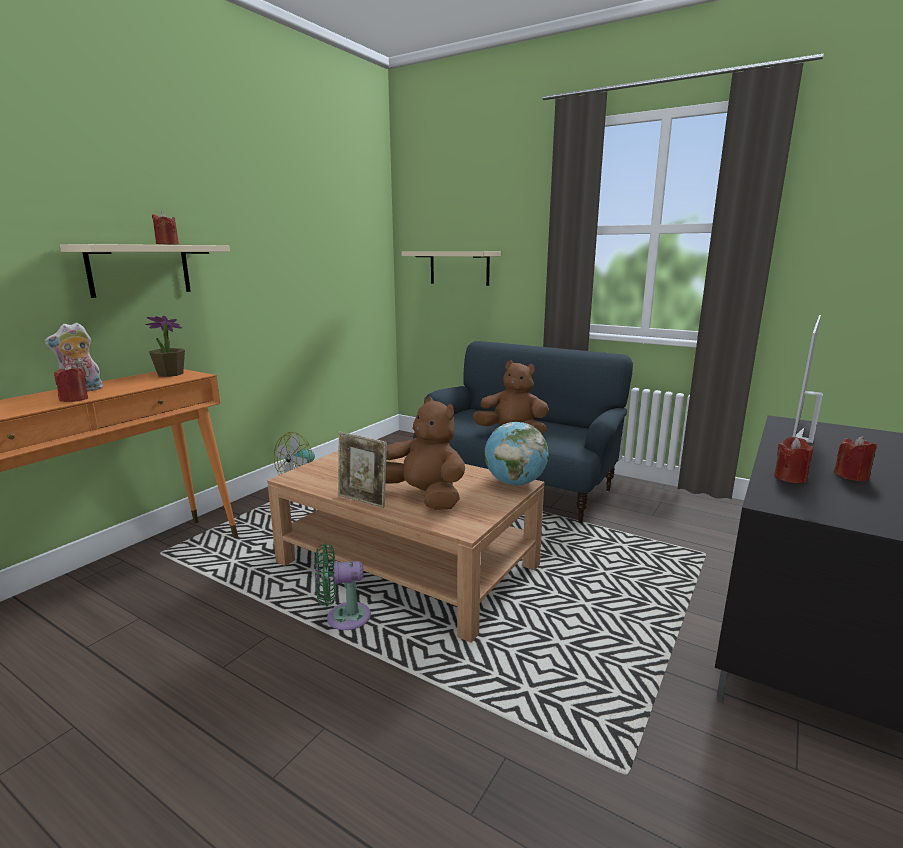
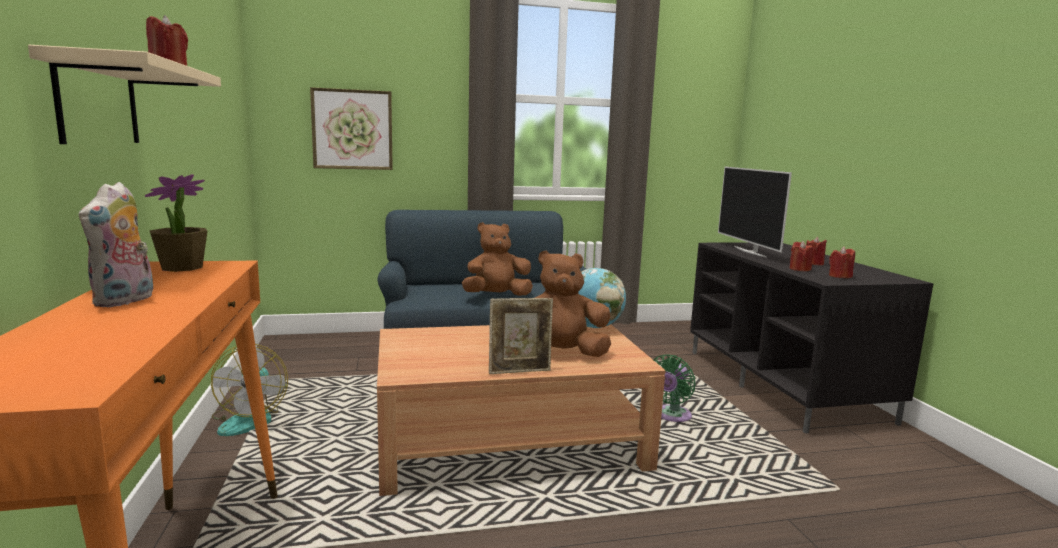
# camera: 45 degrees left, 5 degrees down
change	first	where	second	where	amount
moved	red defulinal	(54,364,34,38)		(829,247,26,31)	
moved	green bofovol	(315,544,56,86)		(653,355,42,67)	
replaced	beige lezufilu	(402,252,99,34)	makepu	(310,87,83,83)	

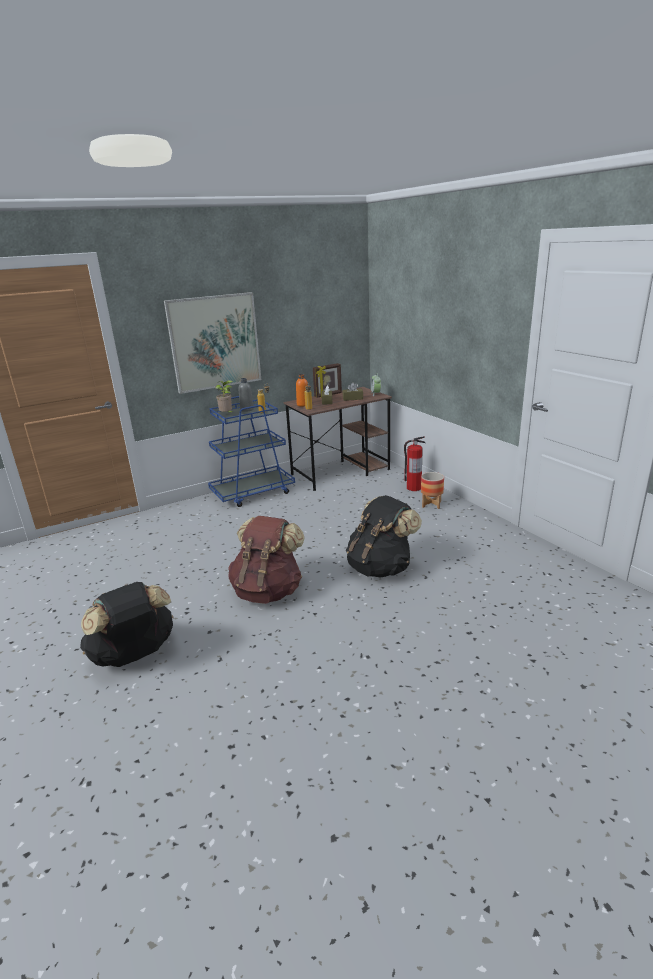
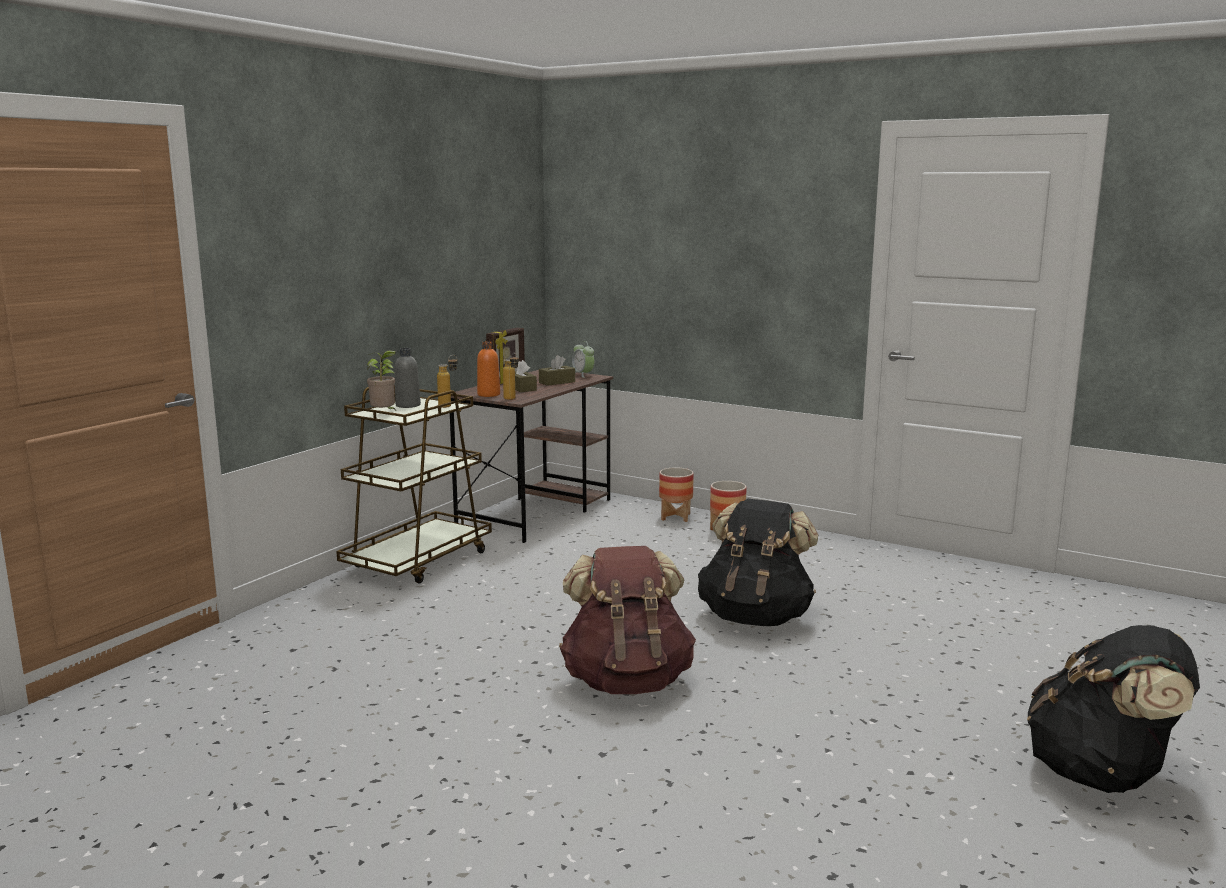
# camera: 30 degrees left, 10 degrees down
change	first	where	second	where	amount
removed	makepu	(164,292,97,102)			
moved	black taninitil	(80,582,94,85)		(1027,625,173,168)	
replaced	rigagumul	(404,436,21,55)	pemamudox	(659,467,35,55)	
recoloured	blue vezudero	(208,396,87,111)	brown vezudero	(336,385,156,199)	

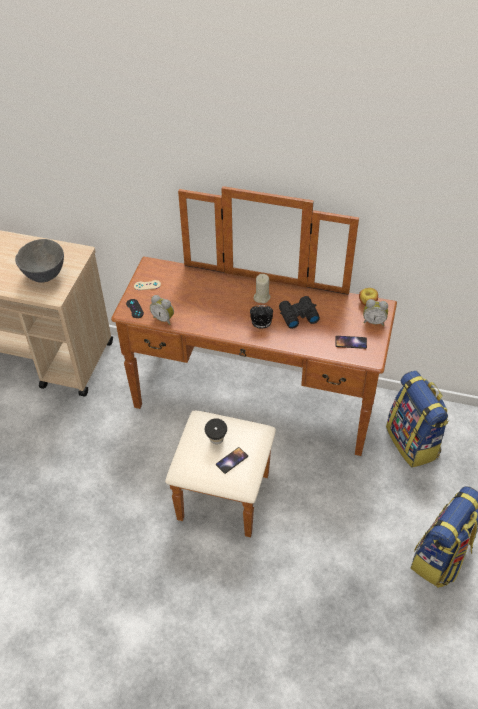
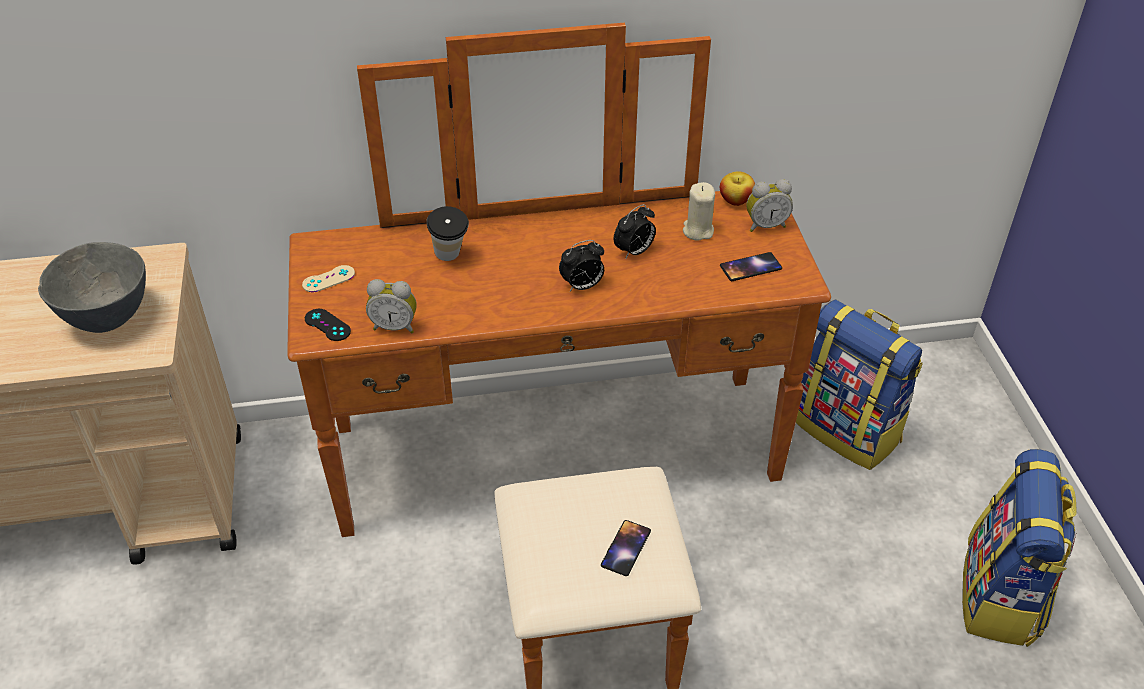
# camera: 25 degrees left, 5 degrees down
change	first	where	second	where	amount
moved	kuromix	(205,418,22,26)		(426,206,43,55)	
moved	beige defulinal	(254,274,17,29)		(683,182,32,59)	
replaced	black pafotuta	(279,296,41,33)	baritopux	(614,204,42,54)	

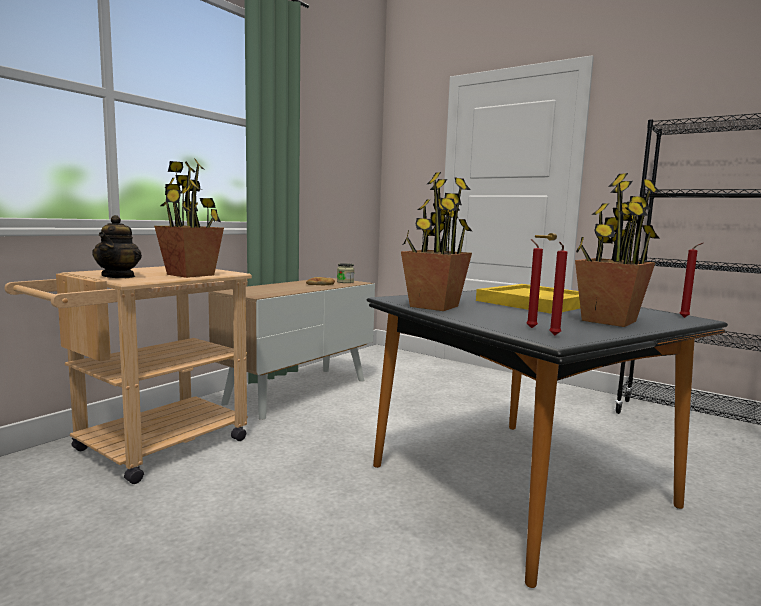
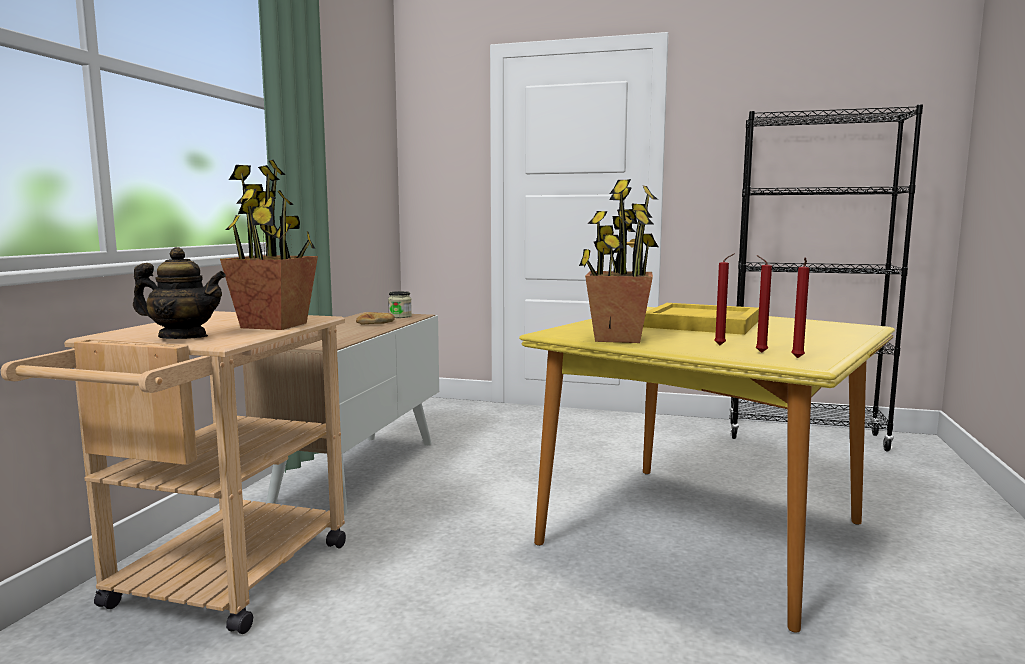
# camera: 20 degrees left, 0 degrees up
change	first	where	second	where	amount
removed	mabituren	(575,173,86,154)			
moved	red defulinal	(680,243,23,75)		(714,253,21,92)	
recoloured	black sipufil	(367,290,361,298)	yellow sipufil	(519,307,376,326)	
turned	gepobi	(92,215,50,63)		(133,247,93,92)	60 degrees counterclockwise

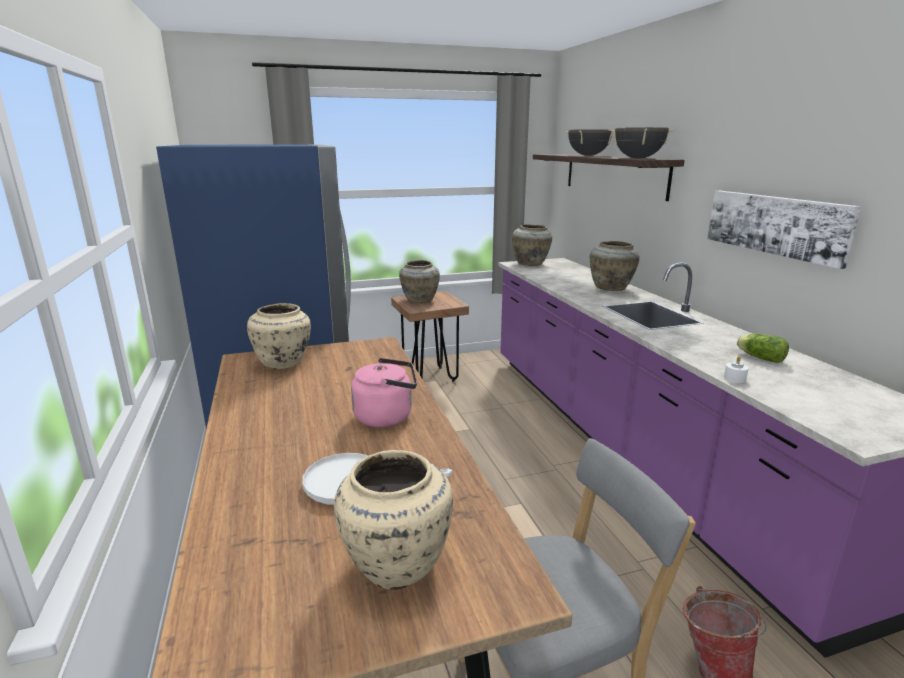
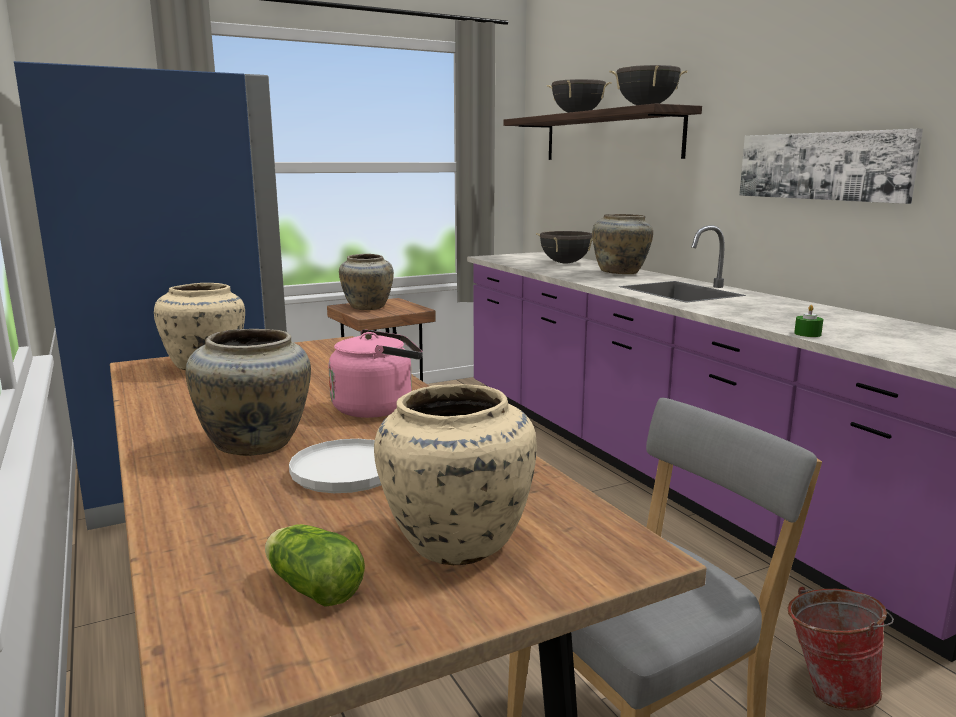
# camera: 10 degrees left, 5 degrees down
change	first	where	second	where	amount
added			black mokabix	(536,231,57,32)	
moved	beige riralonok	(512,224,40,42)		(186,329,125,127)	
moved	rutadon	(737,333,52,30)		(265,524,100,83)	
recoloured	white defulinal	(724,356,25,27)	green defulinal	(794,305,29,32)	

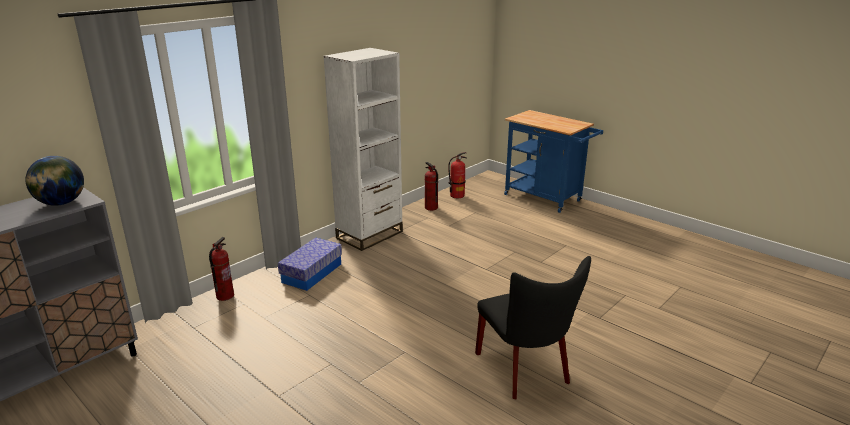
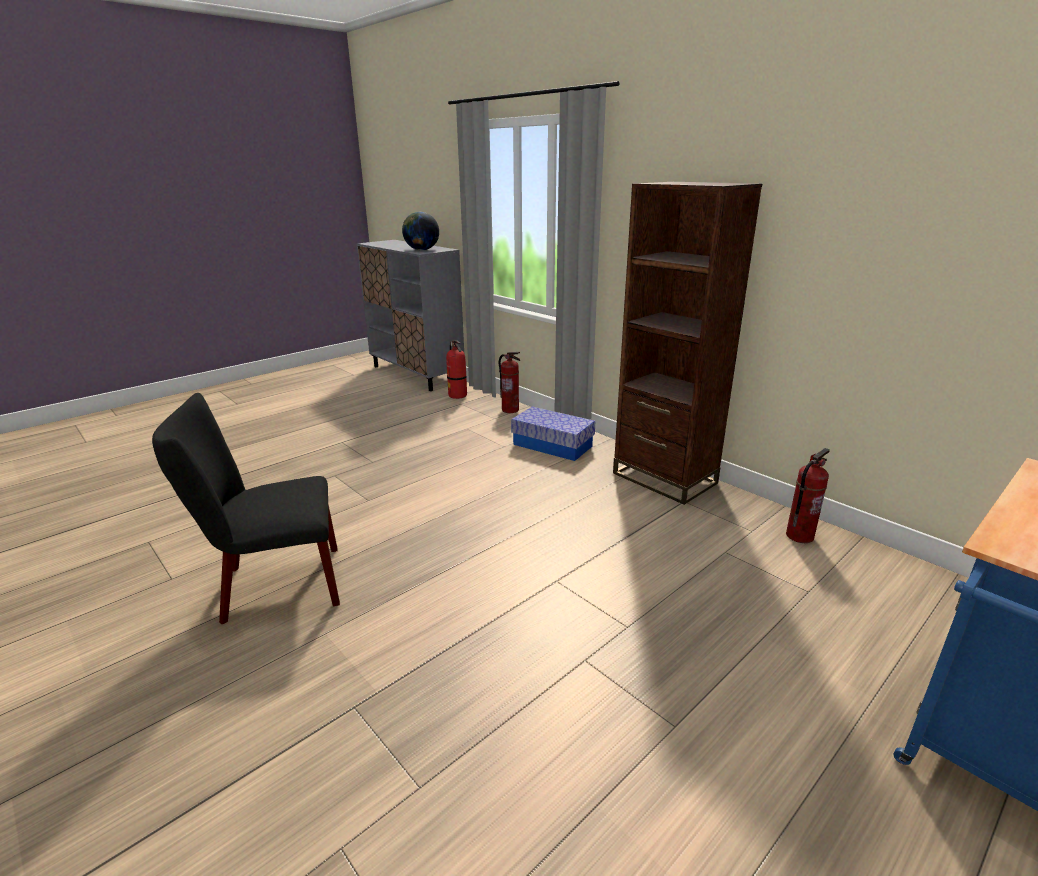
# camera: 95 degrees right, 0 degrees up
change	first	where	second	where	amount
moved	rigagumul	(448,152,19,46)		(446,341,21,58)	
recoloured	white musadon	(323,48,80,203)	brown musadon	(613,182,149,323)	

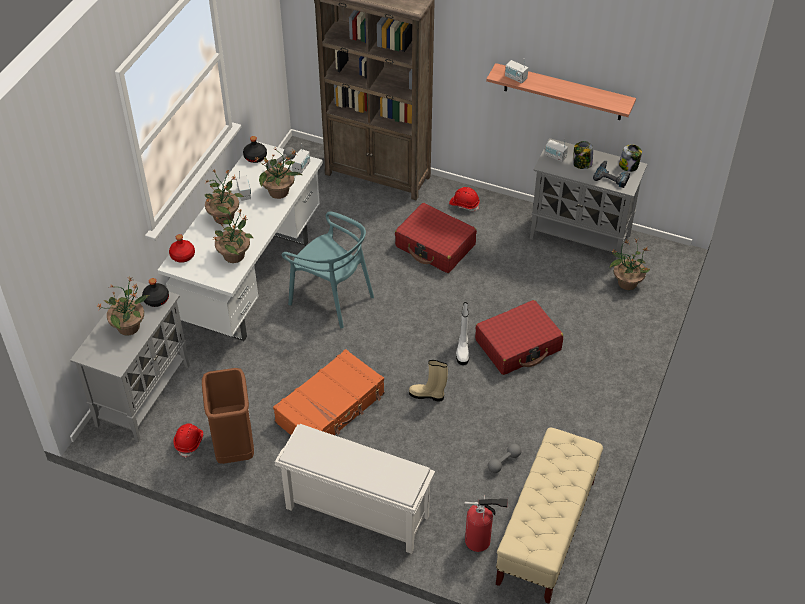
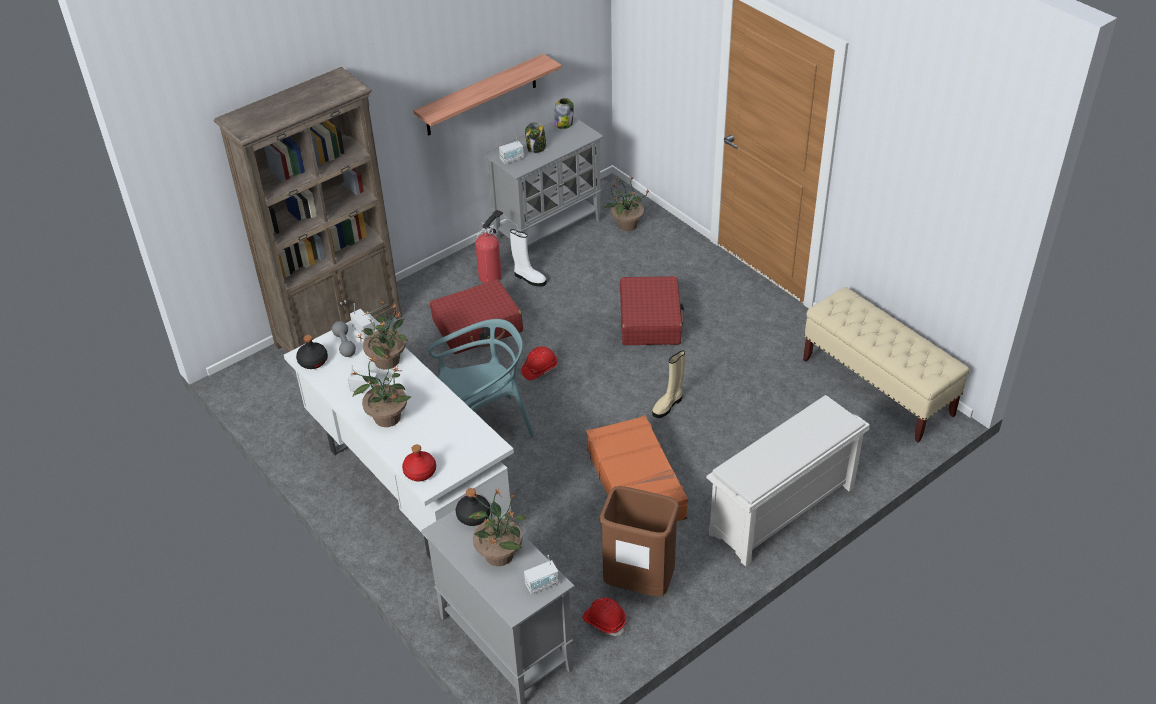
# camera: 60 degrees left, 5 degrees down
change	first	where	second	where	amount
removed	mabituren	(213,206,40,57)			
removed	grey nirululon	(488,444,33,29)			
removed	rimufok	(593,160,37,28)			
moved	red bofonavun	(449,187,31,24)		(521,346,37,34)	
moved	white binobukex	(456,302,13,63)		(510,229,37,58)	
moved	rigagumul	(465,495,43,57)		(475,209,28,74)	
moved	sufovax	(505,60,23,23)		(524,555,35,40)	

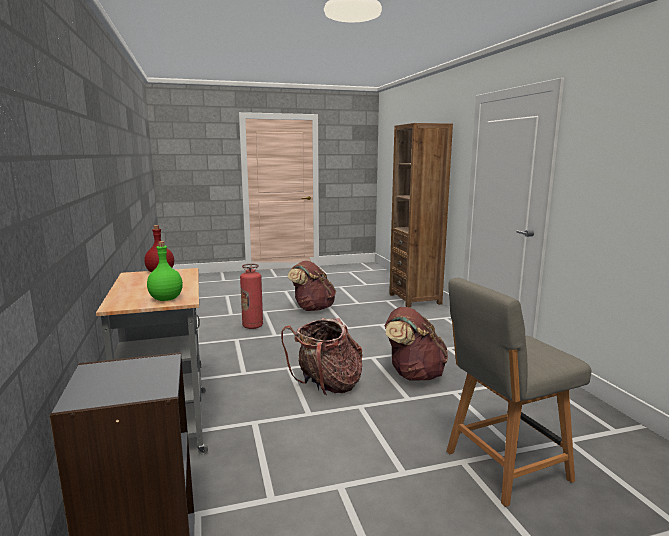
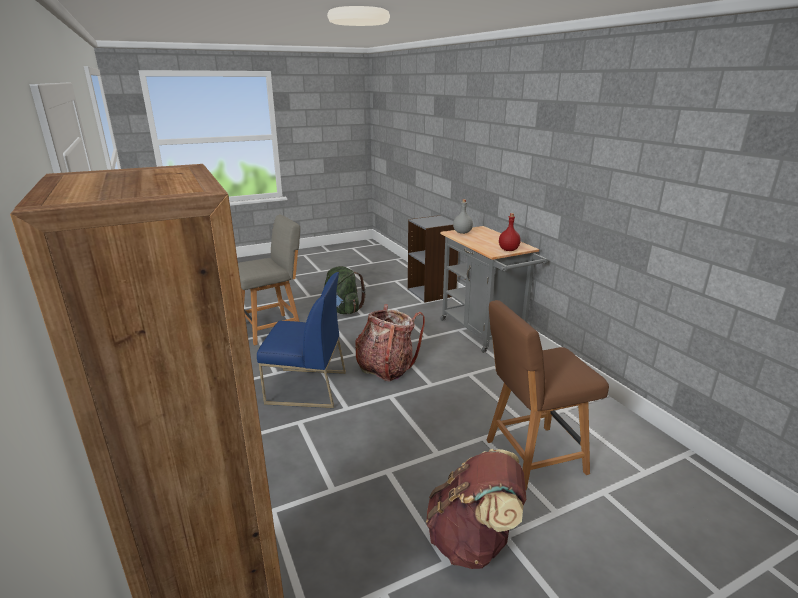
# camera: 170 degrees right, 10 degrees up
change	first	where	second	where	amount
added			green taninitil	(324,266,42,48)	
replaced	rigagumul	(240,264,23,65)	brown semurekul	(487,300,122,190)	
replaced	brown taninitil	(385,307,63,74)	blue semurekul	(257,272,89,136)	
recoloured	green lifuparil	(147,241,36,60)	grey lifuparil	(453,199,20,35)	

